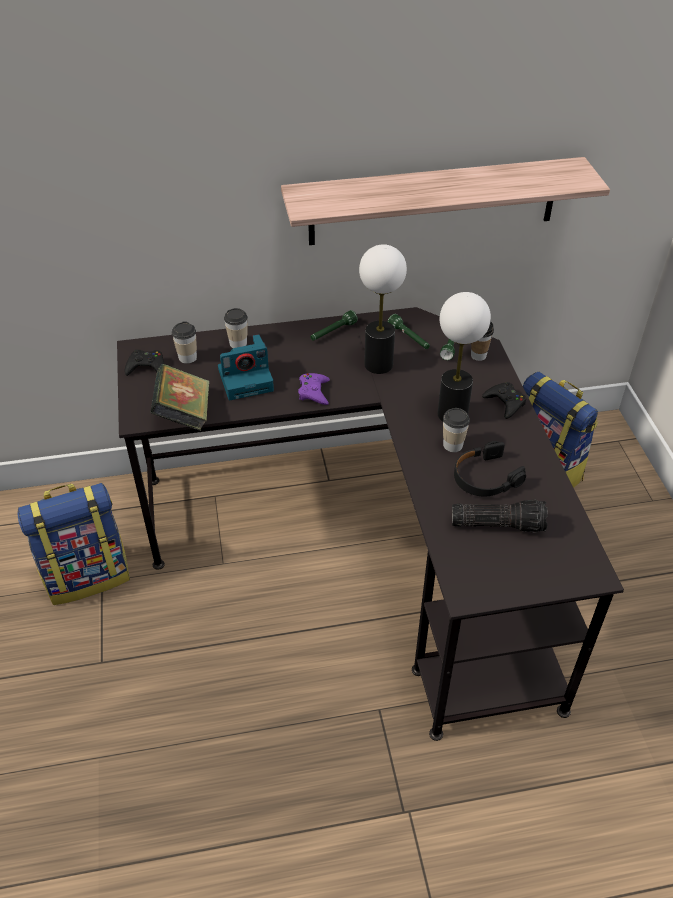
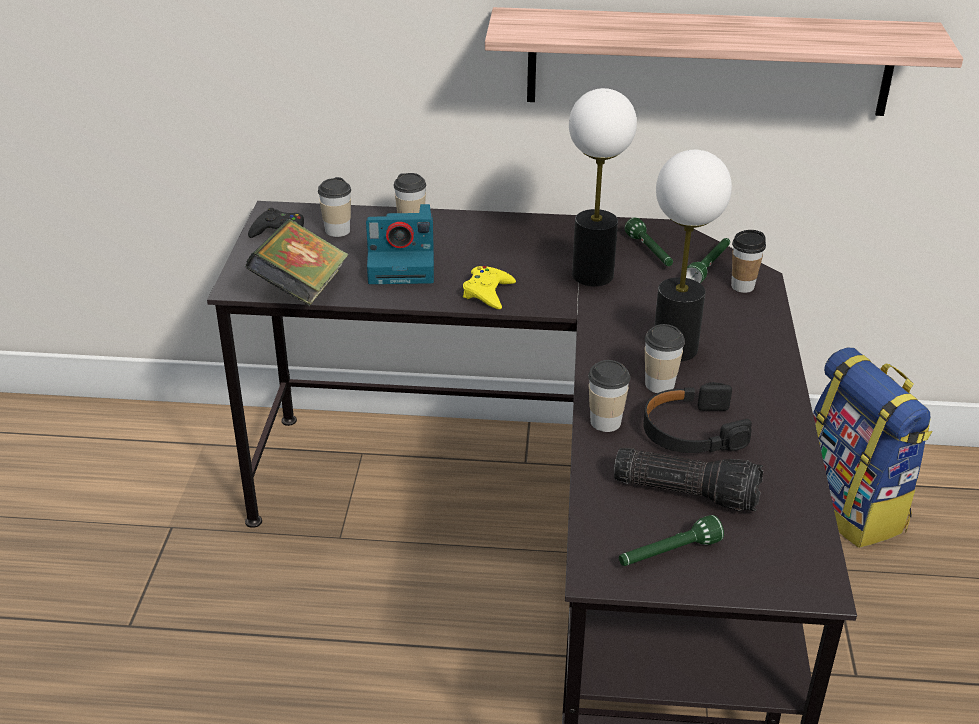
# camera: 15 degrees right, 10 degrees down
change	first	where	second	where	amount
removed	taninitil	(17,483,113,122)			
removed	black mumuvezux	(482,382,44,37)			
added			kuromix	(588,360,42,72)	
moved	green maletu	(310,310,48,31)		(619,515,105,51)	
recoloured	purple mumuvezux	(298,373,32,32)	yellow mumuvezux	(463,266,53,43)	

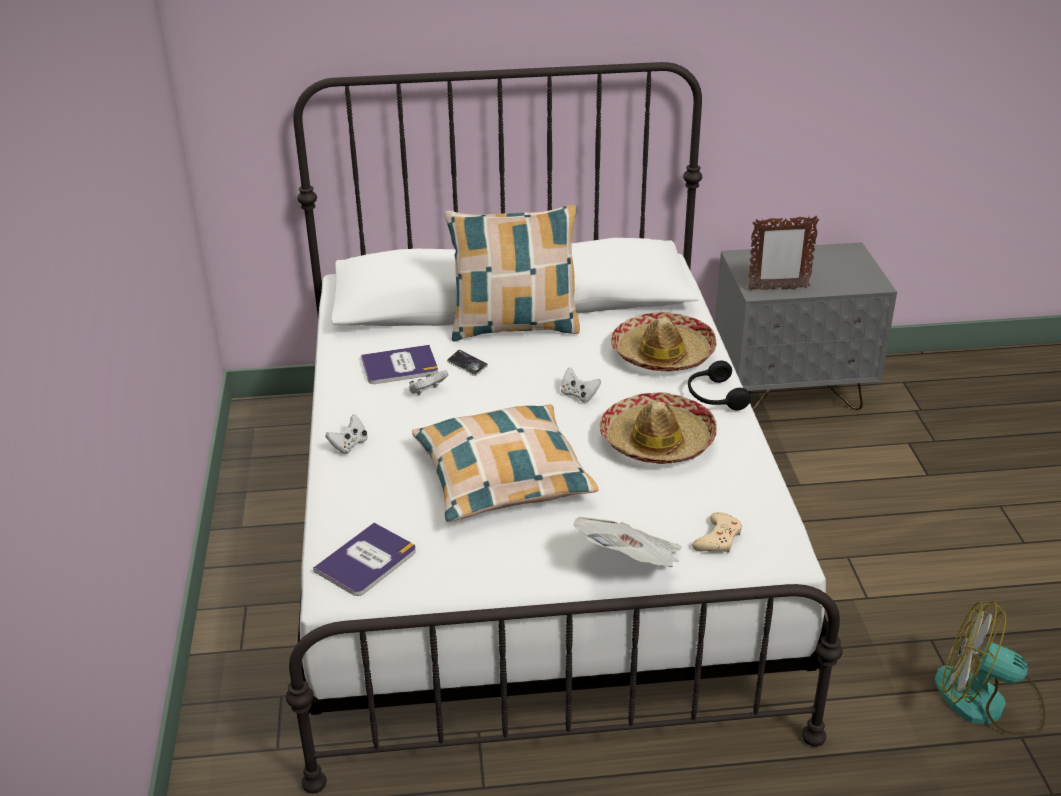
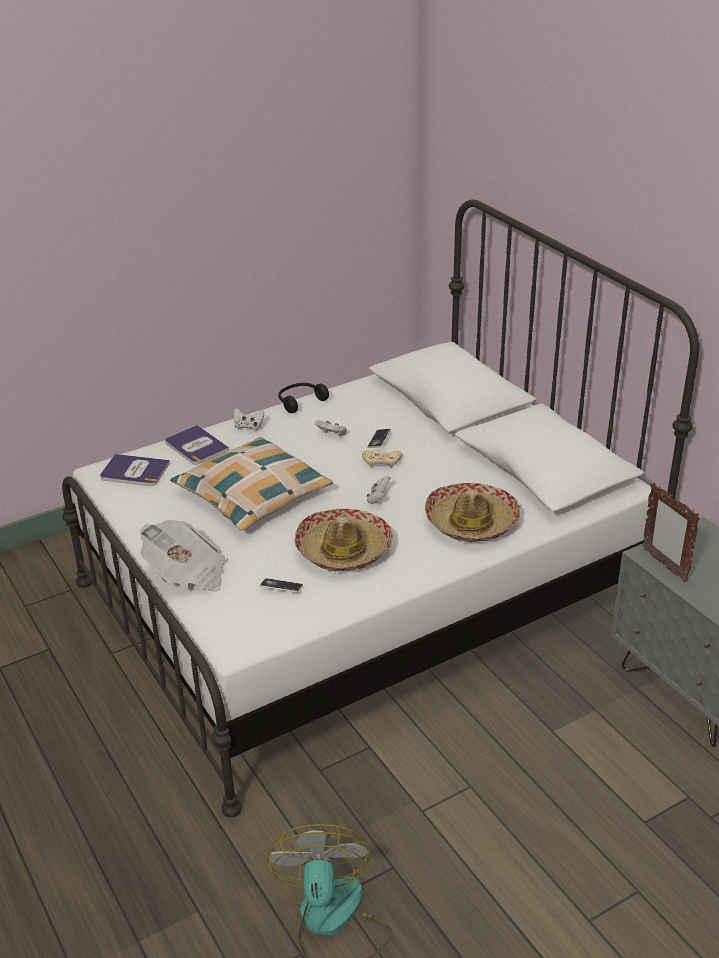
# camera: 65 degrees right, 0 degrees up
change	first	where	second	where	amount
removed	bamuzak	(445,205,135,136)			
added			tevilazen	(260,578,43,15)	
moved	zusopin	(361,345,77,39)		(165,425,64,40)	
moved	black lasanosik	(688,361,63,49)		(278,383,51,30)	
moved	beige mumuvezux	(692,512,50,41)		(362,450,40,18)	

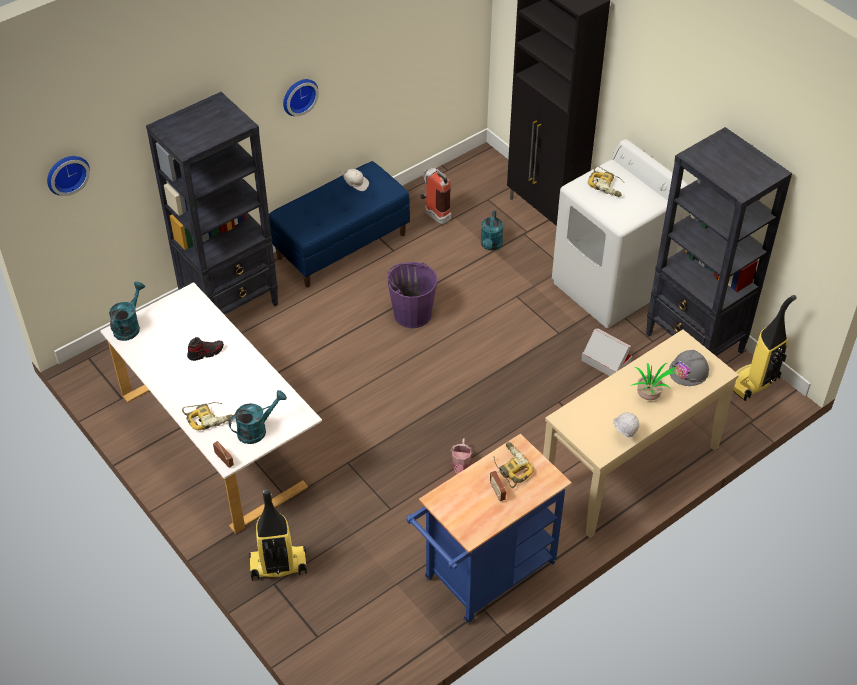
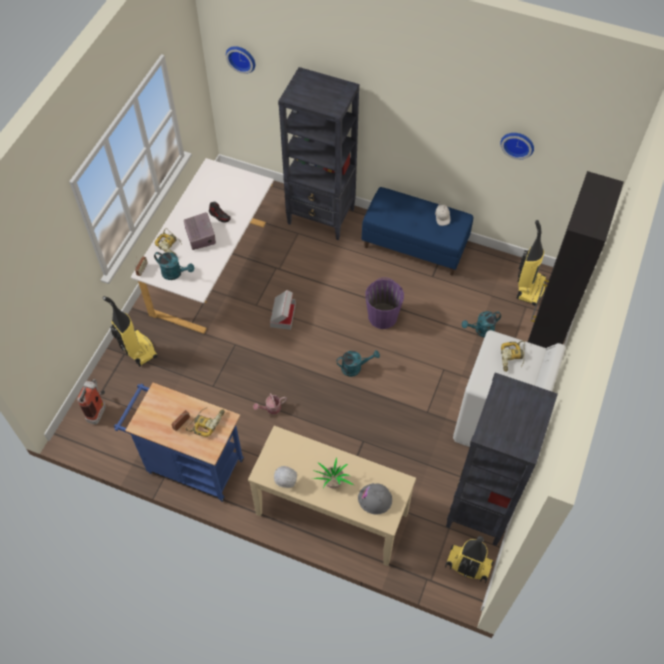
# camera: 60 degrees right, 10 degrees up
change	first	where	second	where	amount
added			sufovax	(184,212,32,38)	
added			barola	(516,220,30,86)	
moved	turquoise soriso	(109,282,36,59)		(336,350,44,27)	
moved	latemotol	(283,79,36,37)		(500,133,34,27)	
moved	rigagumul	(420,168,31,57)		(77,379,29,45)	
moved	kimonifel	(581,328,51,48)		(270,290,26,40)	

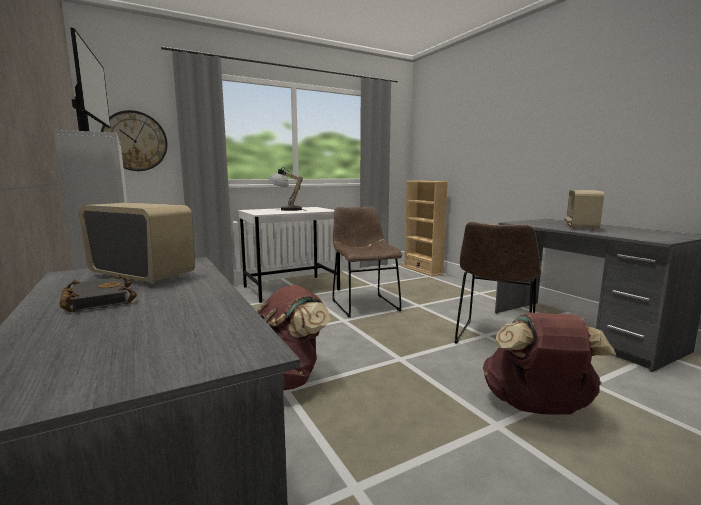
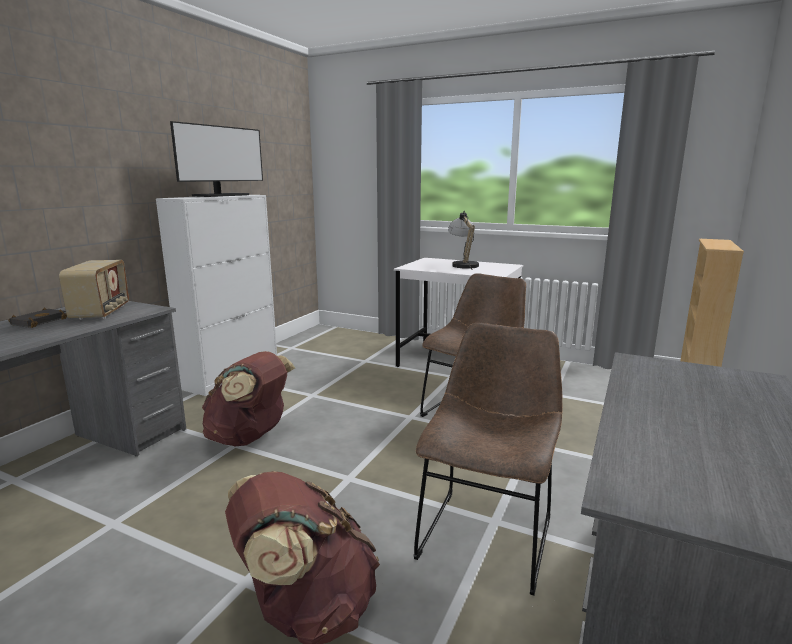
# camera: 55 degrees right, 5 degrees up
change	first	where	second	where	amount
removed	latemotol	(101,110,66,61)			
removed	sufovax	(564,190,40,41)			
turned	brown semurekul	(455,222,87,122)		(413,323,149,273)	120 degrees clockwise

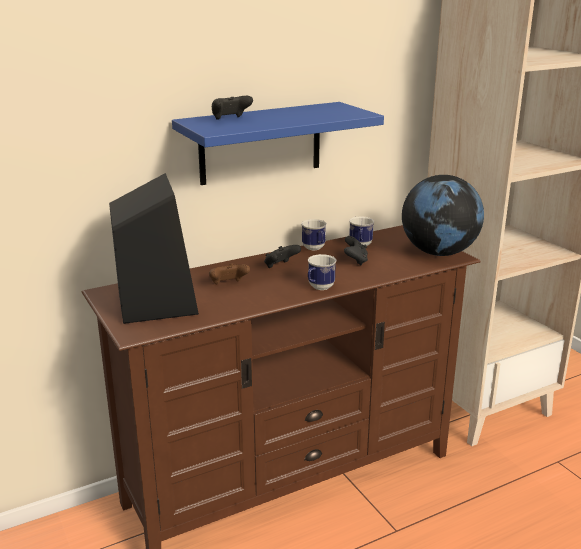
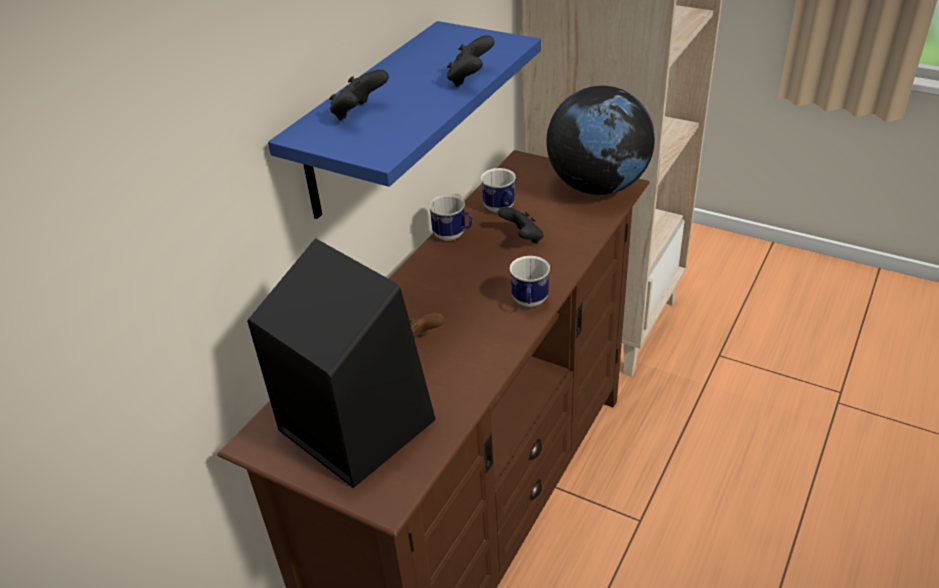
# camera: 30 degrees left, 15 degrees up
change	first	where	second	where	amount
moved	black mumuvezux	(264,245,37,23)		(447,35,47,52)	

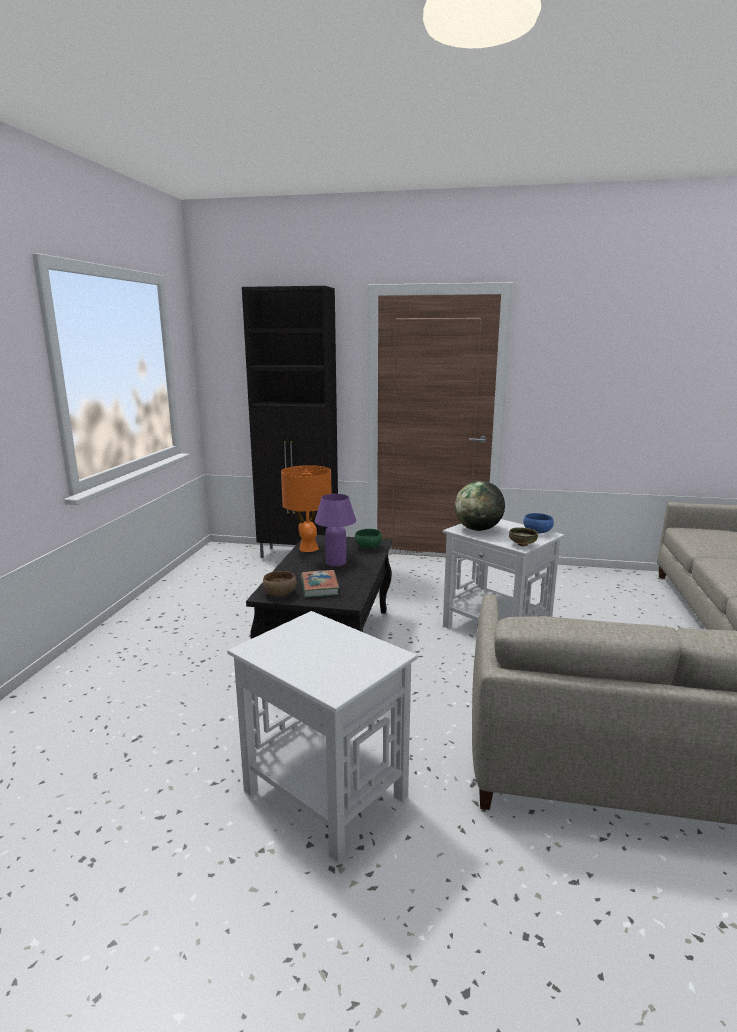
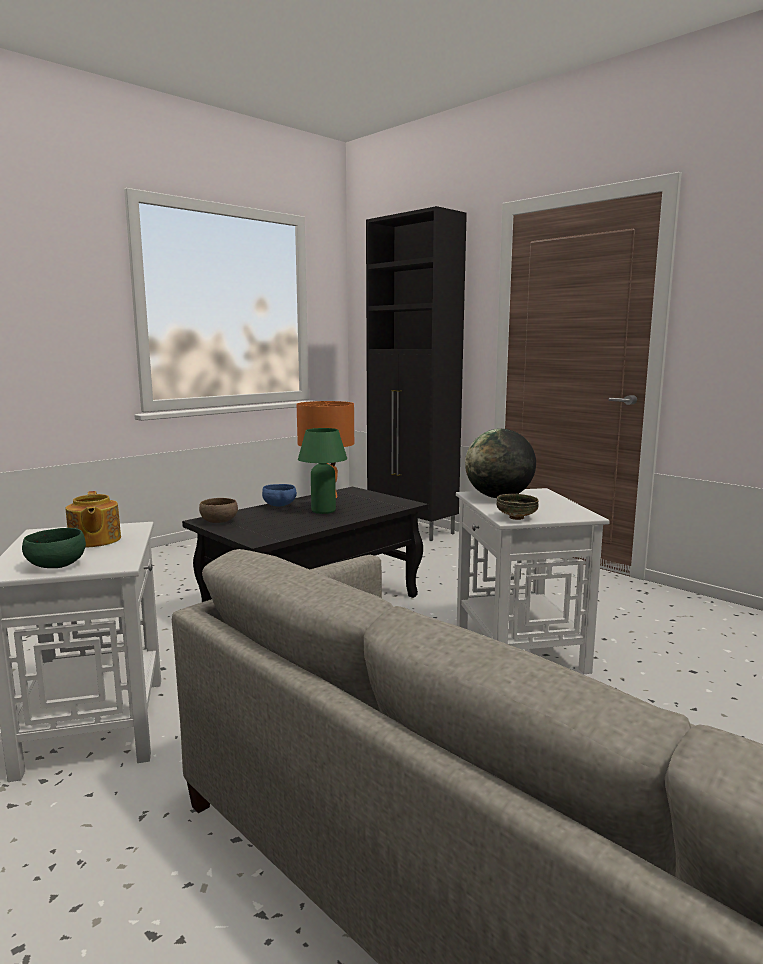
# camera: 35 degrees right, 5 degrees down
change	first	where	second	where	amount
removed	zusopin	(301,570,38,27)			
added			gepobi	(65,491,56,57)	
moved	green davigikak	(355,529,27,20)		(22,528,64,40)	
moved	blue davigikak	(524,513,30,20)		(262,484,35,23)	
recoloured	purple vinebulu	(315,494,41,73)	green vinebulu	(298,428,49,86)	

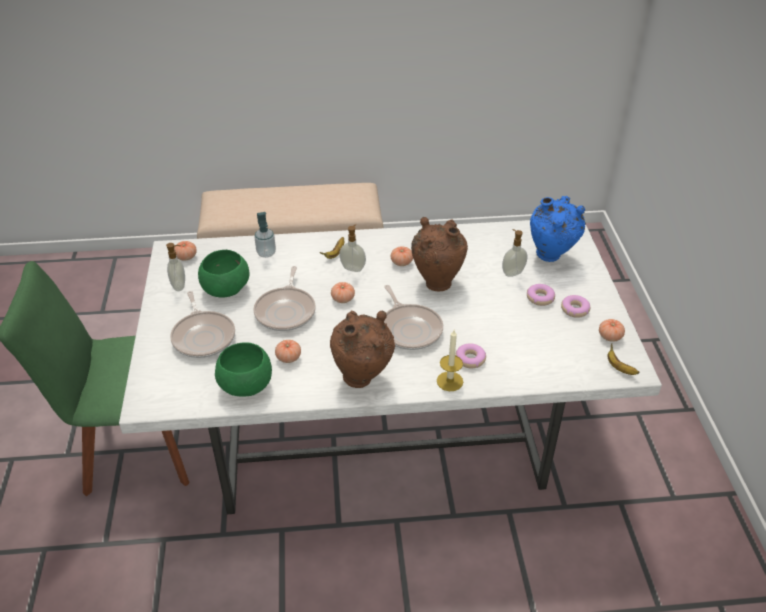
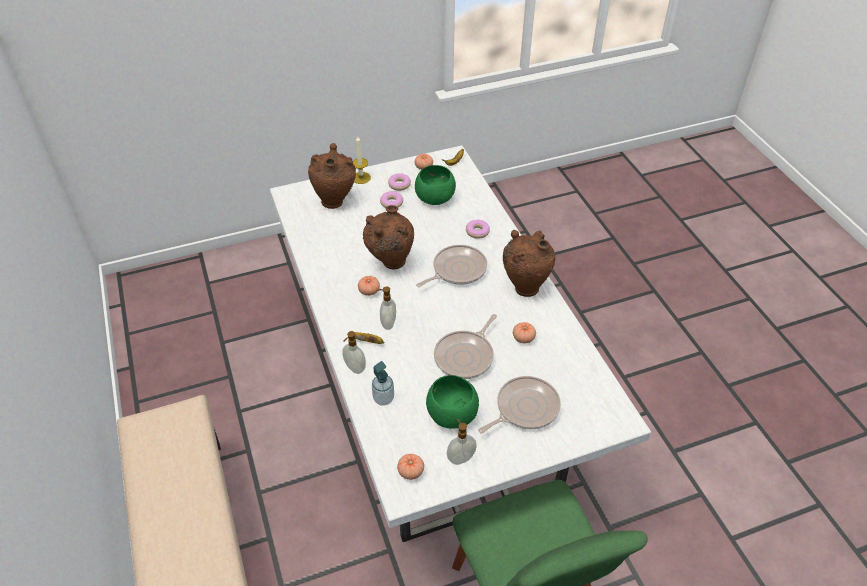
# camera: 105 degrees left, 5 degrees up
change	first	where	second	where	amount
removed	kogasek	(331,282,24,21)			
moved	green davigikak	(215,342,57,54)		(415,165,41,40)	
moved	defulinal	(437,330,26,61)		(353,136,18,48)	
moved	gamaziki	(502,229,26,48)		(342,331,24,43)	
recoloured	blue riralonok	(530,196,56,66)	brown riralonok	(308,143,48,66)	
turned	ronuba	(253,266,63,65)		(434,314,63,65)	135 degrees clockwise

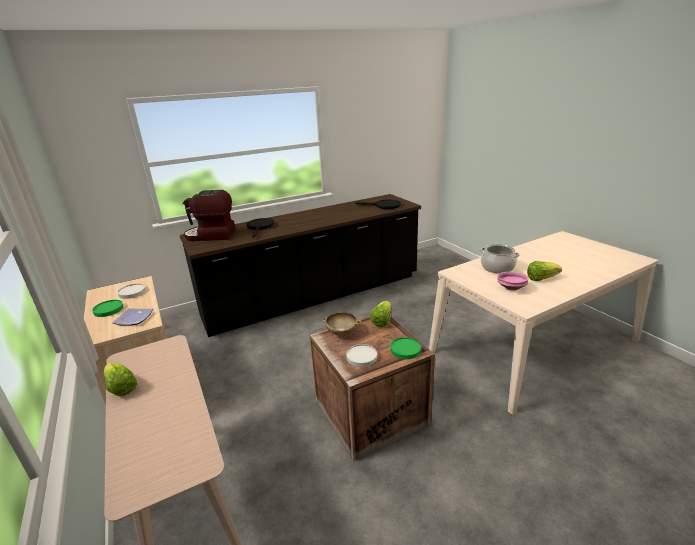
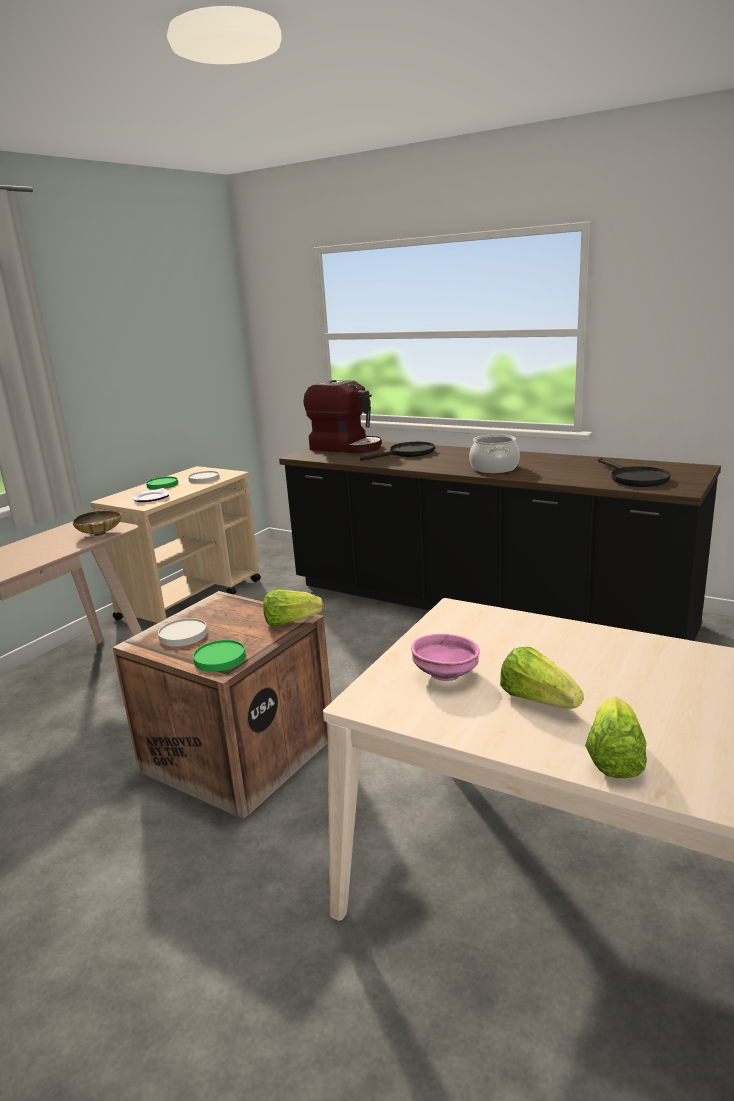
# camera: 60 degrees right, 5 degrees down
change	first	where	second	where	amount
moved	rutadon	(104,363,33,33)		(585,696,62,82)	
moved	beige davigikak	(322,312,40,23)		(73,509,48,27)	
moved	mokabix	(480,244,40,30)		(469,434,51,39)	
turned	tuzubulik	(182,190,54,51)		(303,380,79,73)	150 degrees clockwise

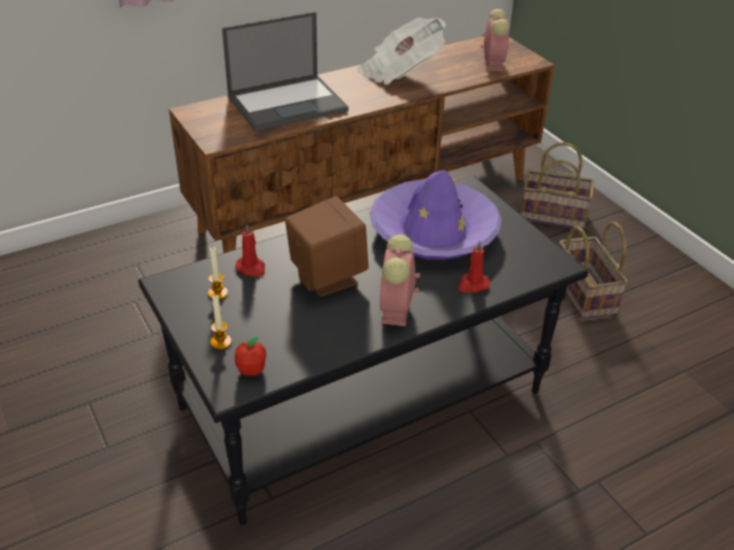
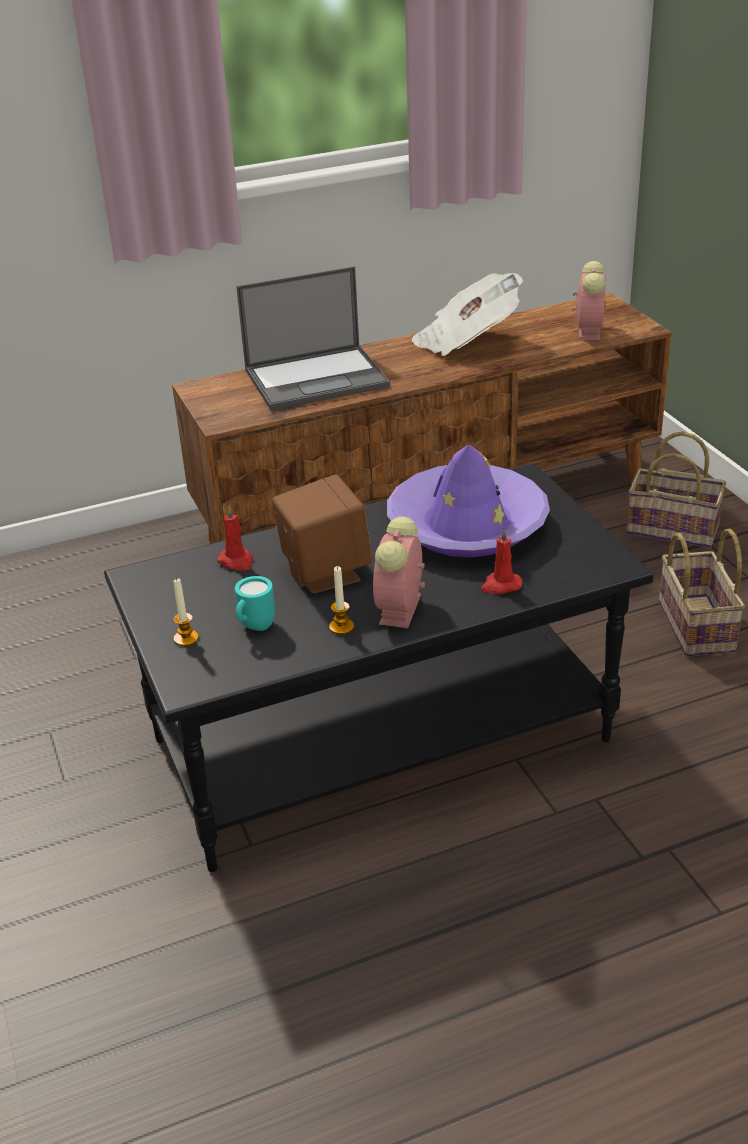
# camera: 10 degrees right, 5 degrees down
change	first	where	second	where	amount
removed	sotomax	(234,337,32,39)			
added			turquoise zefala	(235,576,40,55)	
moved	defulinal	(208,247,20,53)		(329,566,25,69)	

